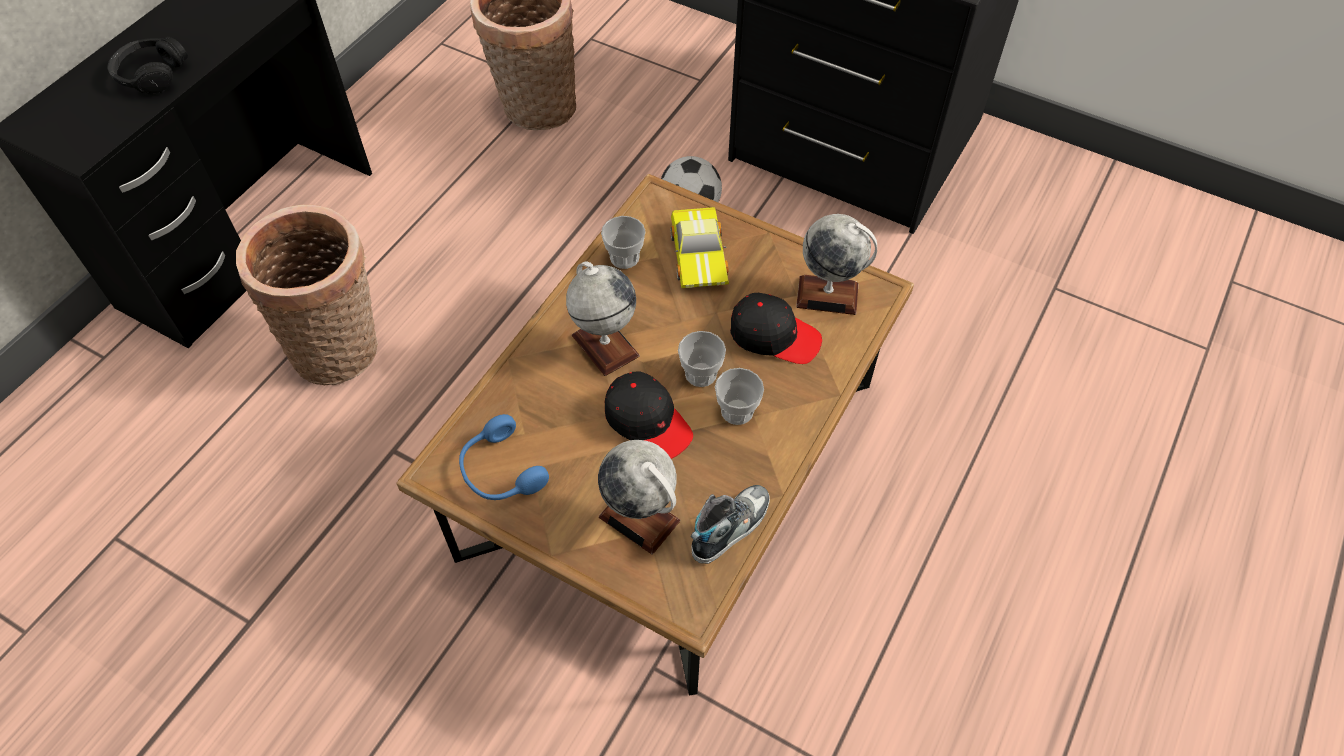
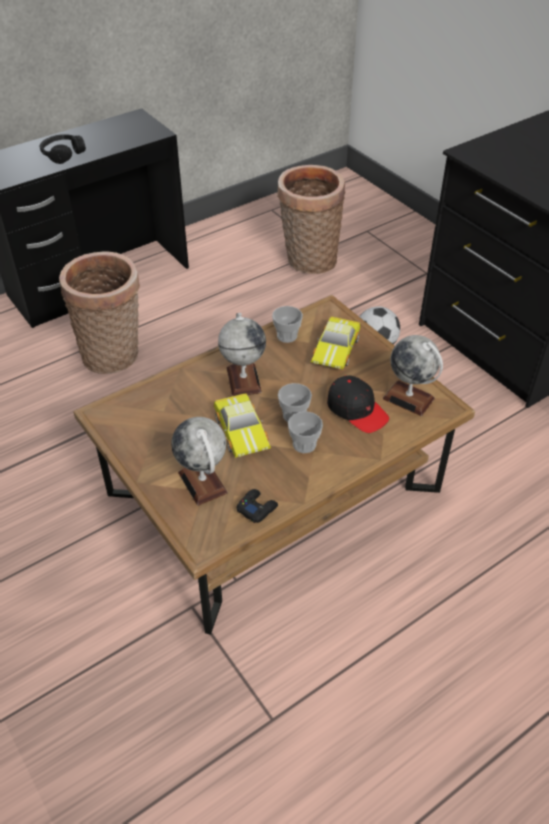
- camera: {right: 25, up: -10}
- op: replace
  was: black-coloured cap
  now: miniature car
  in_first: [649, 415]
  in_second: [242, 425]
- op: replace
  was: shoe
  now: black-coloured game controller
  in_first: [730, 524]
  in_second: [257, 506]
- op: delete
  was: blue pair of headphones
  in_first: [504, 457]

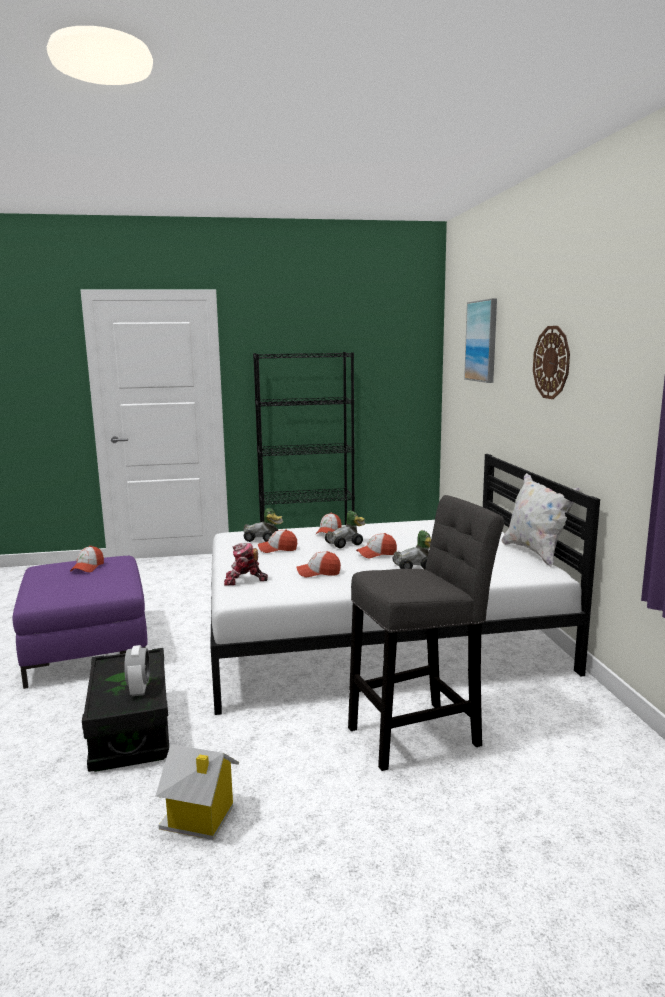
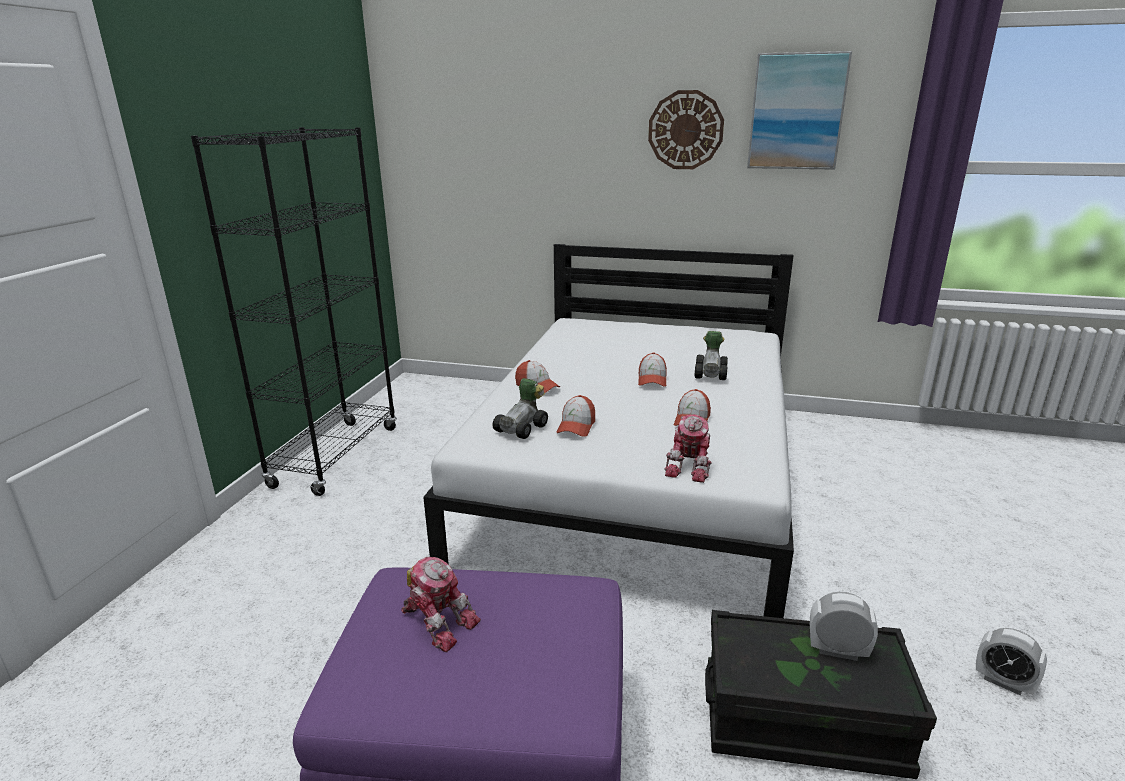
- camera: {right: -65, up: 10}
- op: replace
  was: cap
  now: toy robot
  in_first: [87, 559]
  in_second: [441, 604]
- op: move
  was: wall art
  in_first: [480, 340]
  in_second: [799, 110]
- op: replace
  was: toy house
  now: bedside clock
  in_first: [197, 792]
  in_second: [1011, 662]
- op: delete
  was: miniature car
  in_first: [345, 529]
- op: delete
  was: gray sitting stool
  in_first: [426, 633]
- op: delete
  was: white-coloured throw pillow
  in_first: [540, 520]

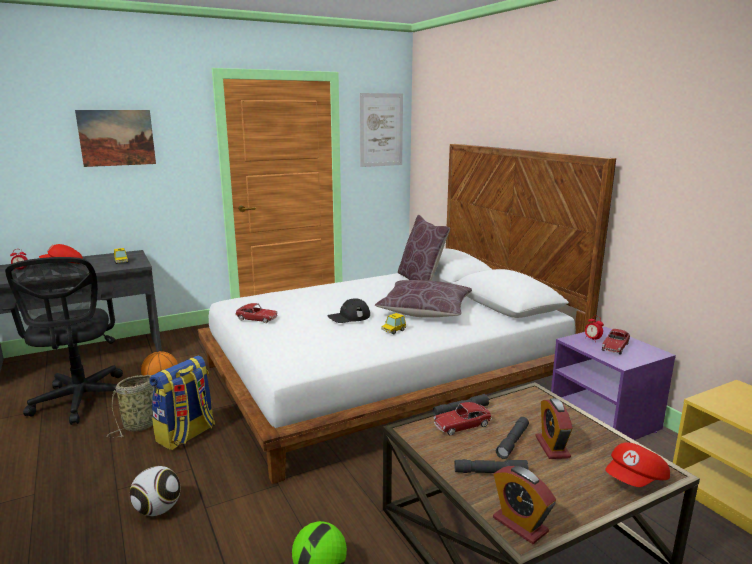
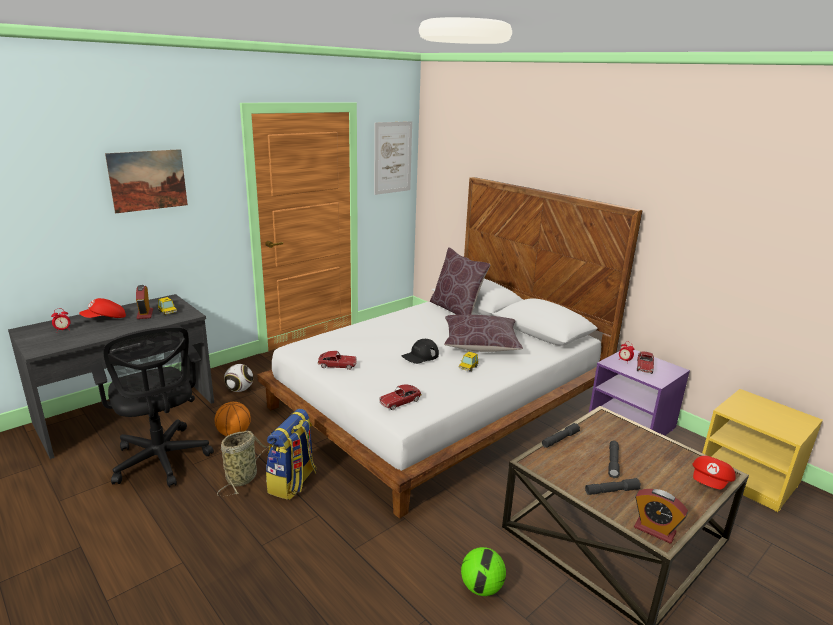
- camera: {right: -15, up: 5}
- op: move
  was: bedside clock
  in_first: [554, 428]
  in_second: [144, 302]
- op: move
  was: football
  in_first: [155, 491]
  in_second: [238, 378]
- op: move
  was: miniature car
  in_first: [463, 419]
  in_second: [400, 397]

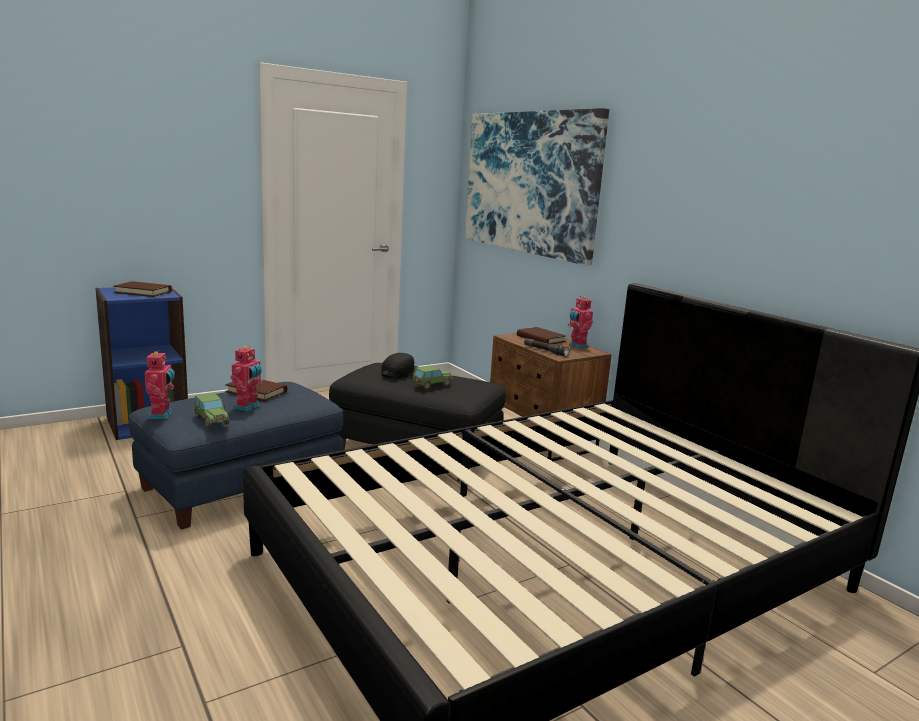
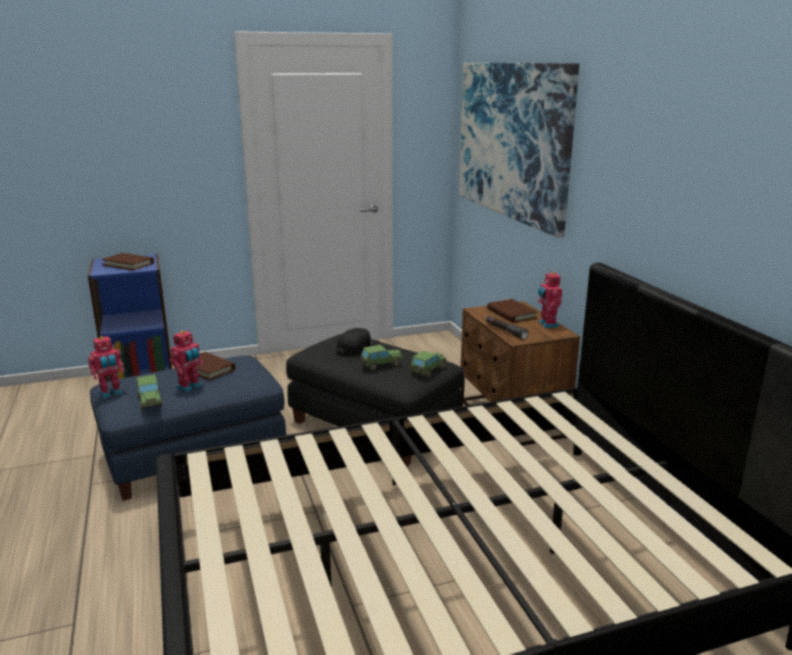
- camera: {right: 15, up: 5}
- op: rotate
  was: toy robot
  in_first: [160, 384]
  in_second: [106, 366]
  clockwise: 45
- op: insert
  now: miniature car
  in_second: [429, 364]

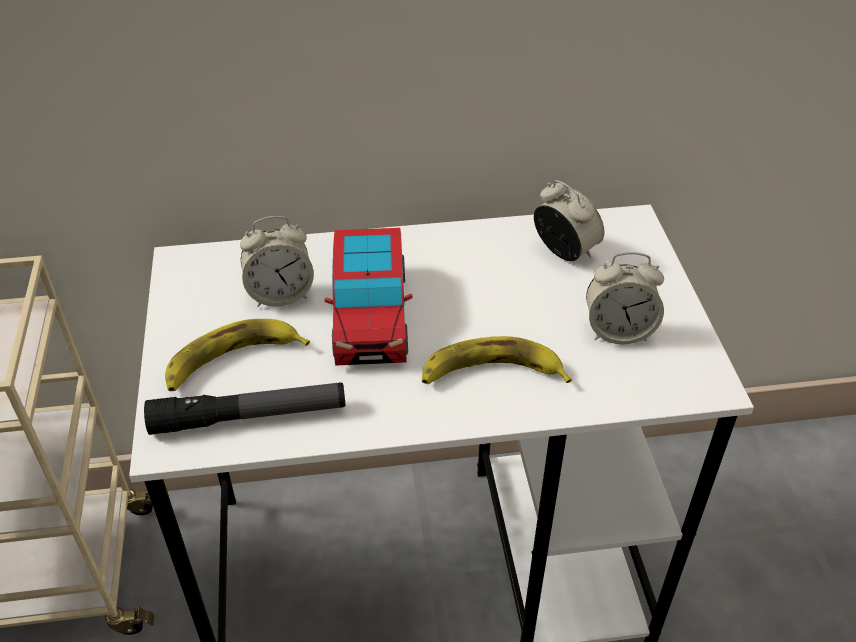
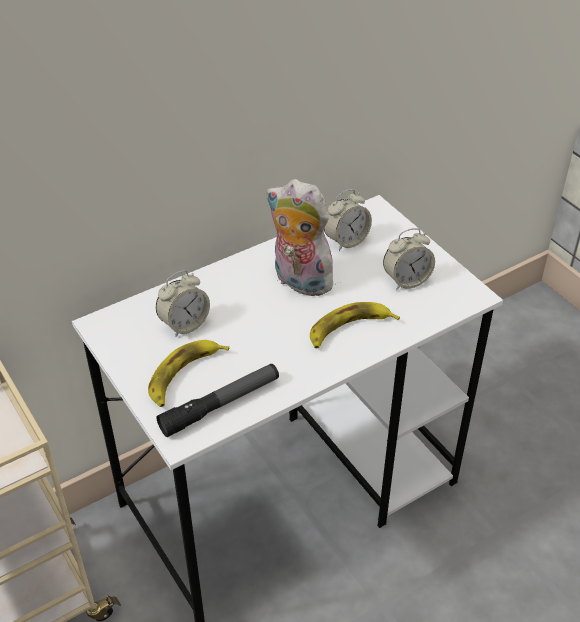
- camera: {right: -25, up: 0}
- op: insert
  now: soft toy
  in_second: [301, 237]
- op: rotate
  was: bedside clock
  in_first: [569, 220]
  in_second: [348, 220]
  clockwise: 120
- op: delete
  was: miniature car
  in_first: [368, 297]

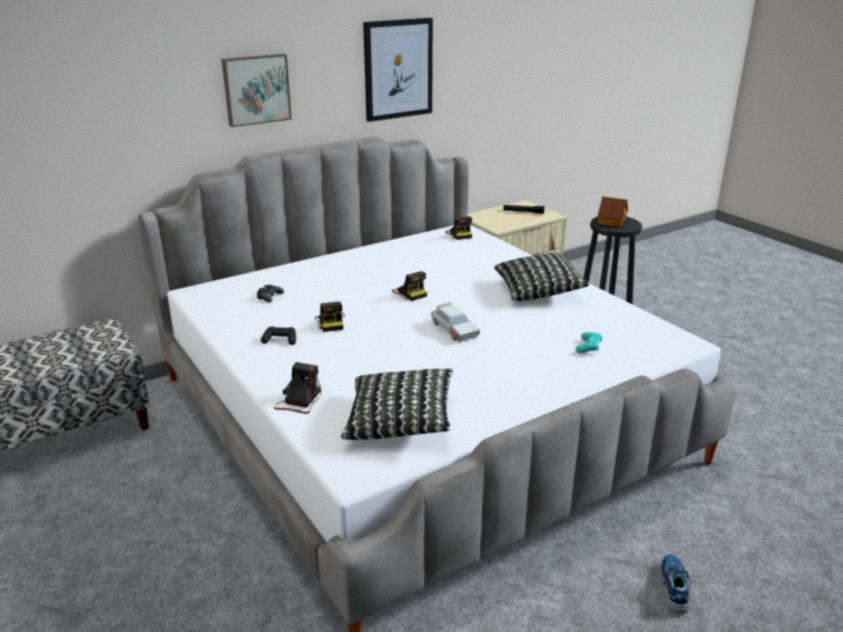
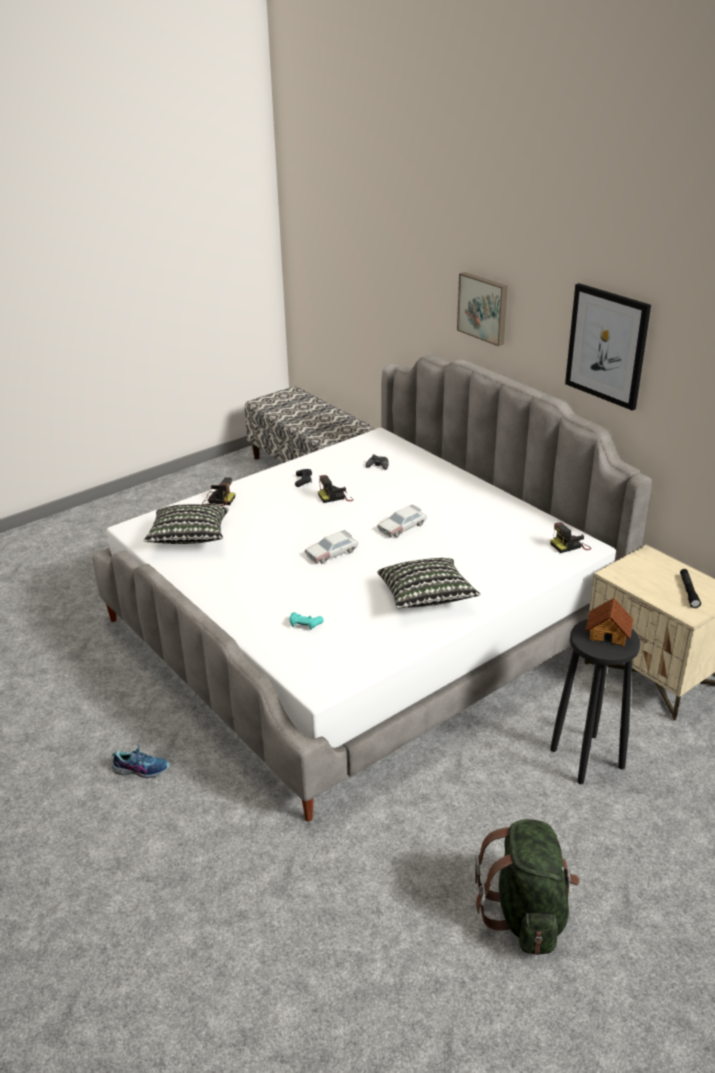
- camera: {right: 85, up: 5}
- op: replace
  was: photo camera
  now: miniature car
  in_first: [409, 286]
  in_second: [402, 521]
- op: insert
  now: greenish knapsack
  in_second: [527, 887]

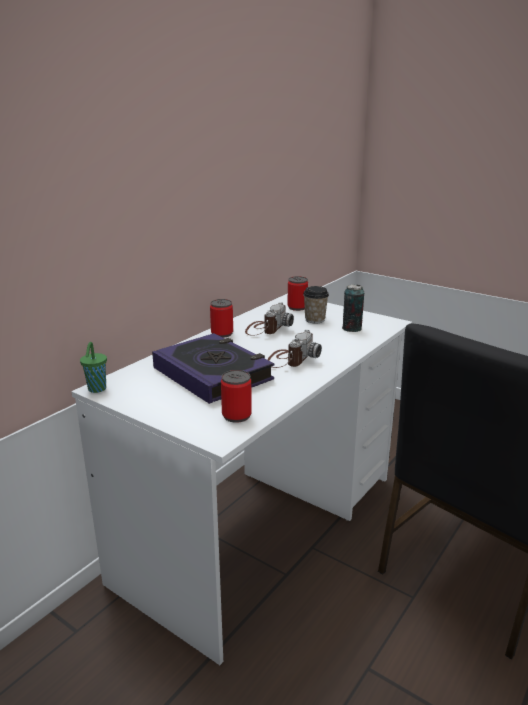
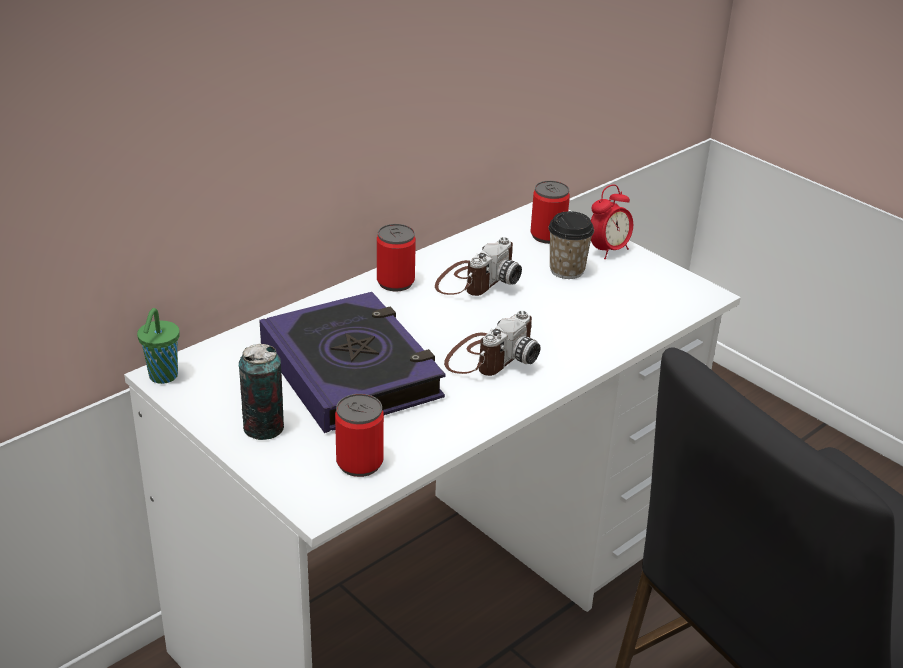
- camera: {right: 10, up: 10}
- op: move
  was: metal can
  in_first: [353, 308]
  in_second: [261, 392]
- op: insert
  now: bedside clock
  in_second: [612, 222]

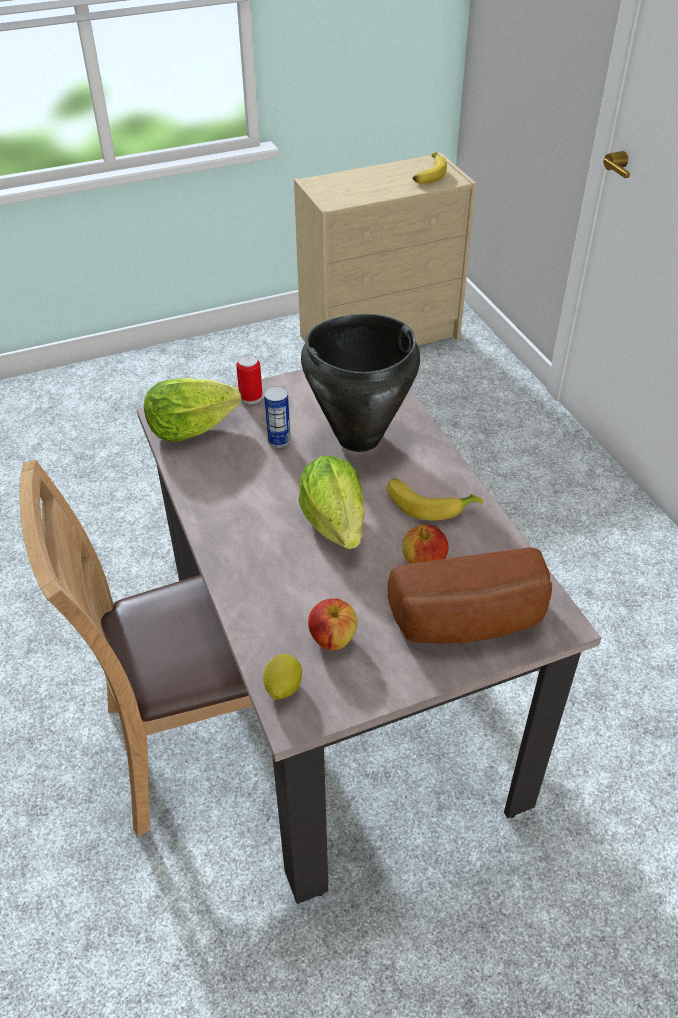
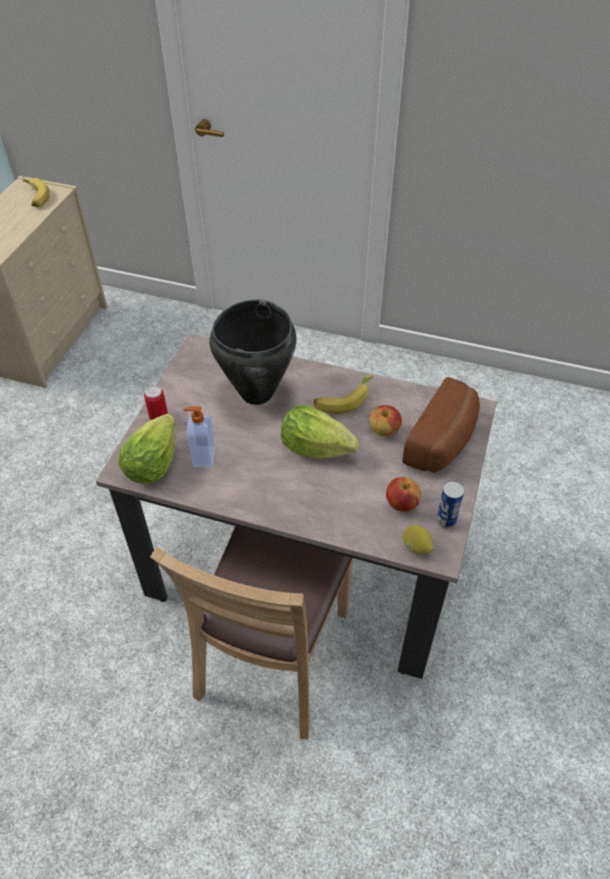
- camera: {right: -50, up: 5}
- op: insert
  now: soap dispenser
  in_second: [199, 437]
- op: move
  was: metal can
  in_first: [277, 417]
  in_second: [450, 504]

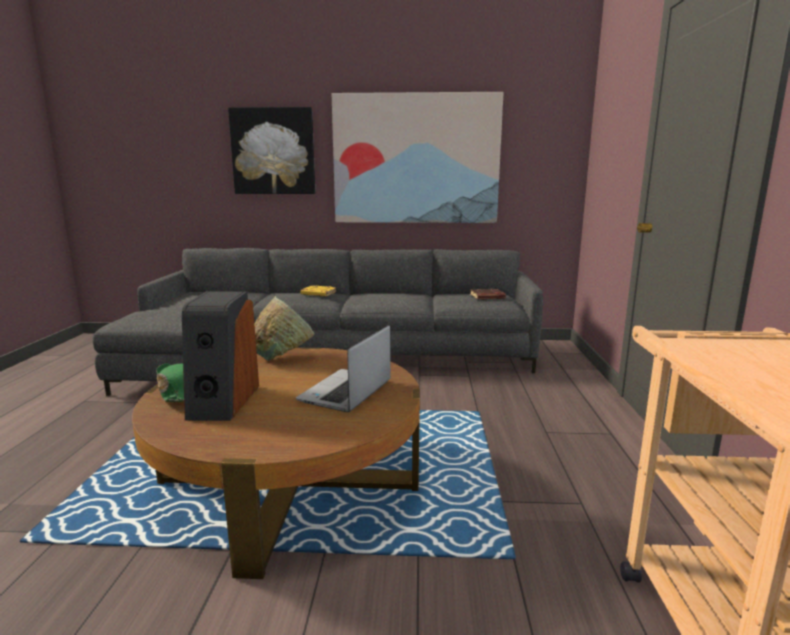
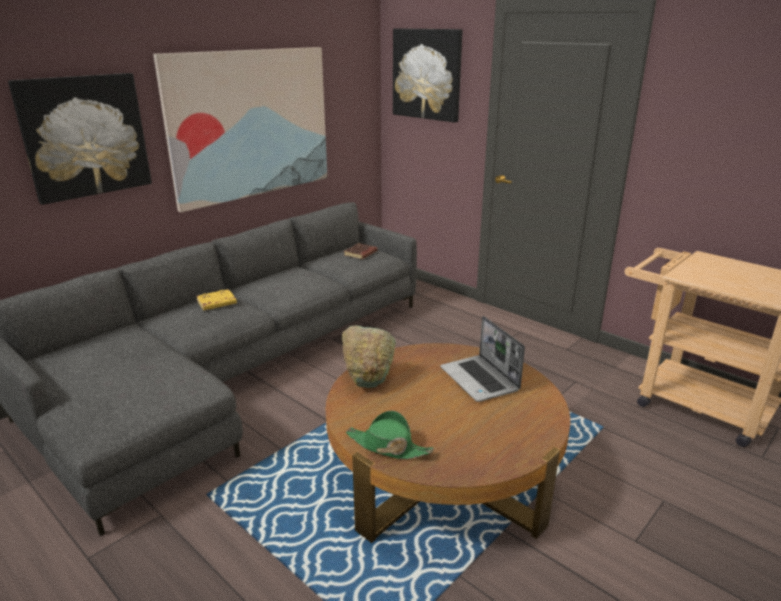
- camera: {right: -50, up: 10}
- op: insert
  now: wall art
  in_second: [427, 75]
- op: delete
  was: audio speaker
  in_first: [220, 356]

